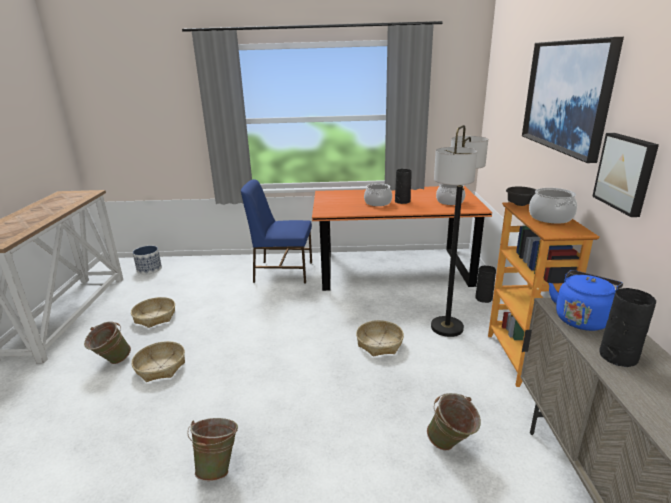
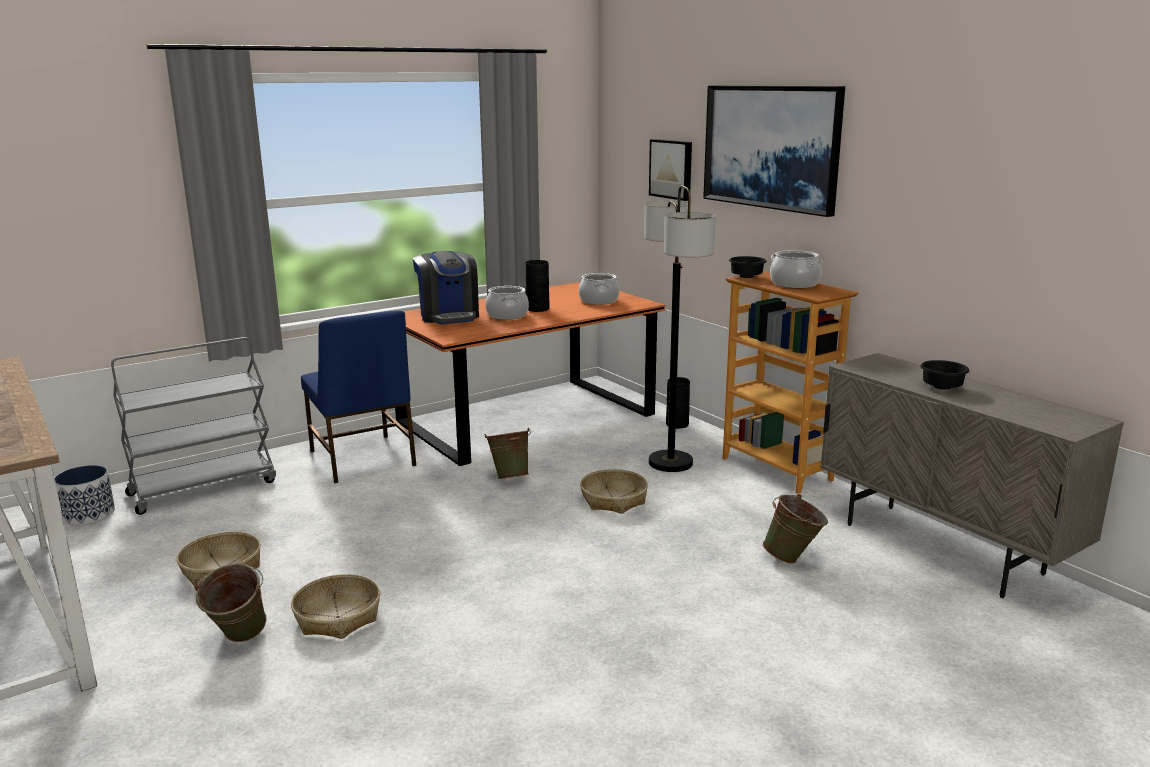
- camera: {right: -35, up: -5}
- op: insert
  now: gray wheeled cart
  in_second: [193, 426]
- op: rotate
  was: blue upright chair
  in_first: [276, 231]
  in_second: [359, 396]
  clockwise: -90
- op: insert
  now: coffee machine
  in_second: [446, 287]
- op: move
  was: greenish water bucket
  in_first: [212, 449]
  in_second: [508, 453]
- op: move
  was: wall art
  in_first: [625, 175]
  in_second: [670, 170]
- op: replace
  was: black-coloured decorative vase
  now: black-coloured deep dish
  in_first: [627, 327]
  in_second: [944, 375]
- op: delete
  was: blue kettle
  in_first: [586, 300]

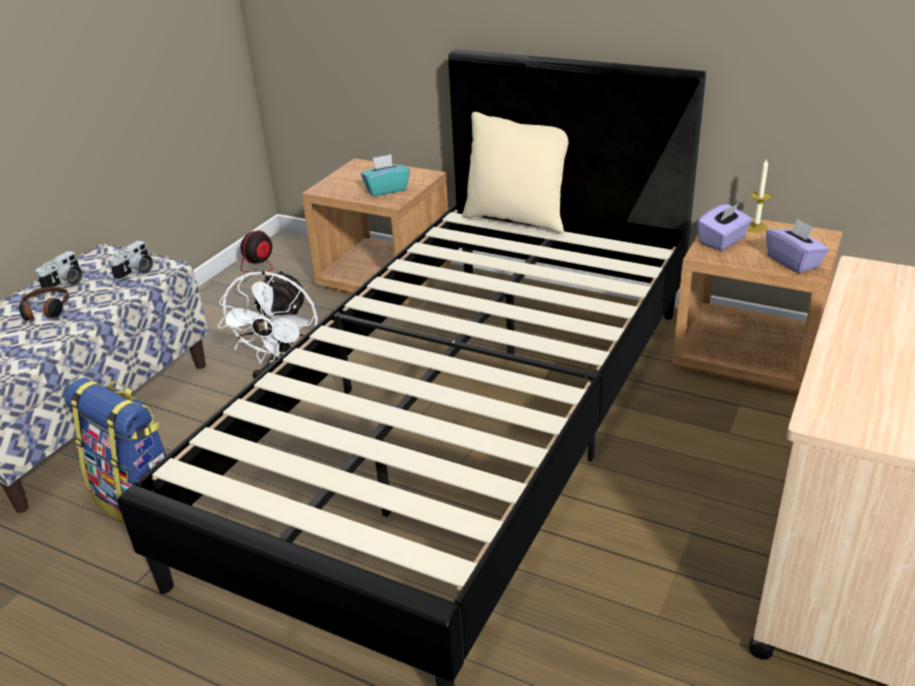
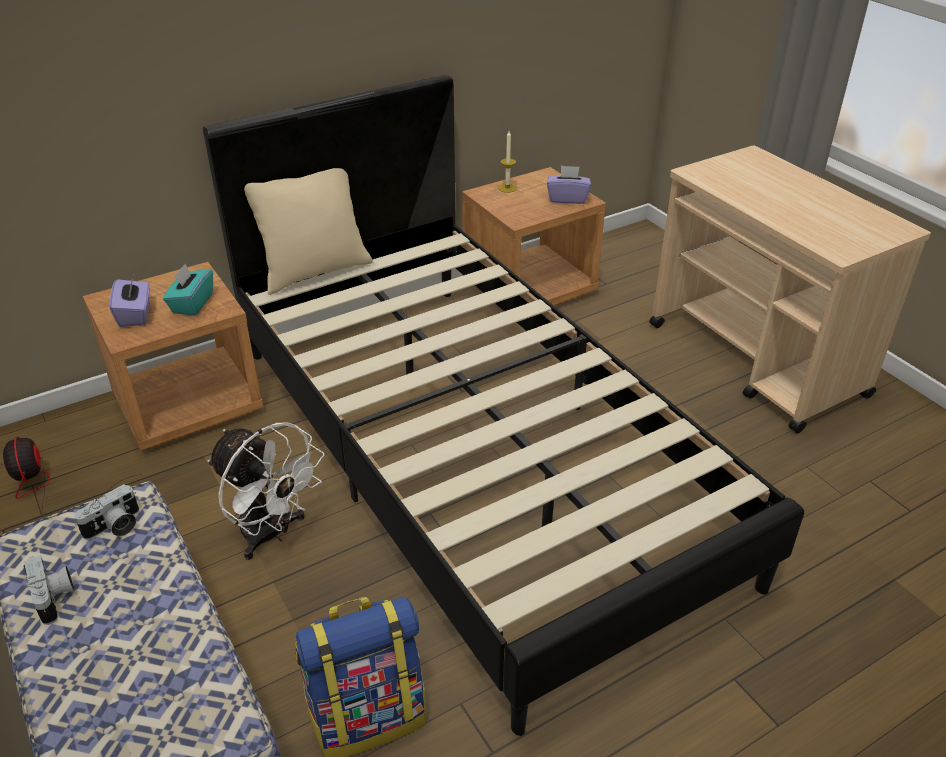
- camera: {right: -60, up: 5}
- op: rotate
  was: photo camera
  in_first: [131, 260]
  in_second: [106, 512]
  clockwise: 75
- op: move
  was: purplish box of tissues
  in_first: [724, 227]
  in_second: [130, 301]
- op: delete
  was: pair of headphones
  in_first: [44, 304]

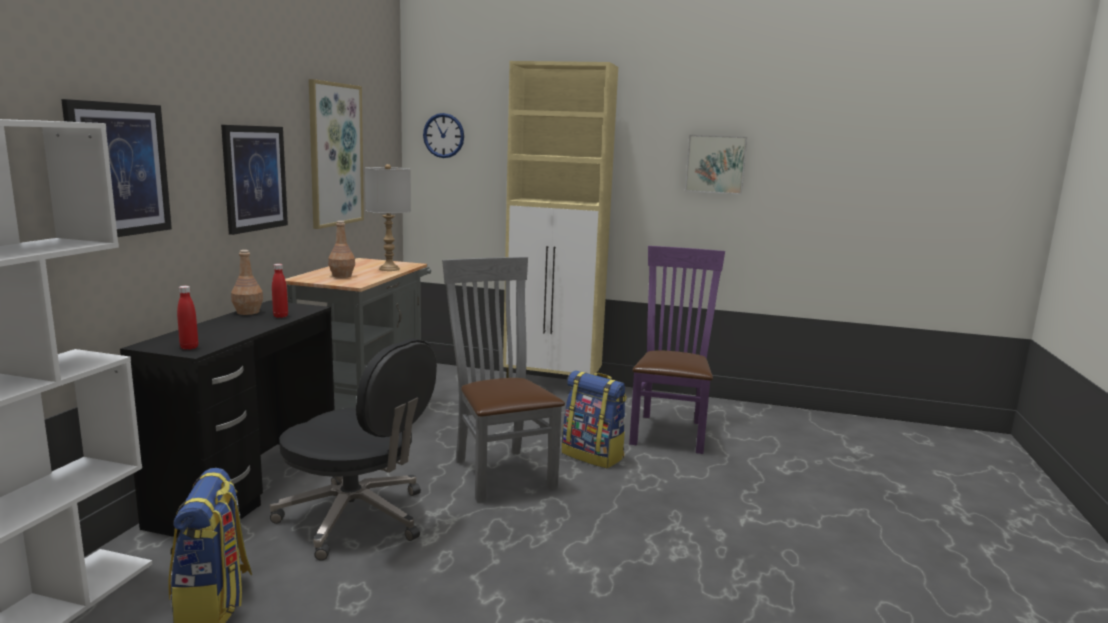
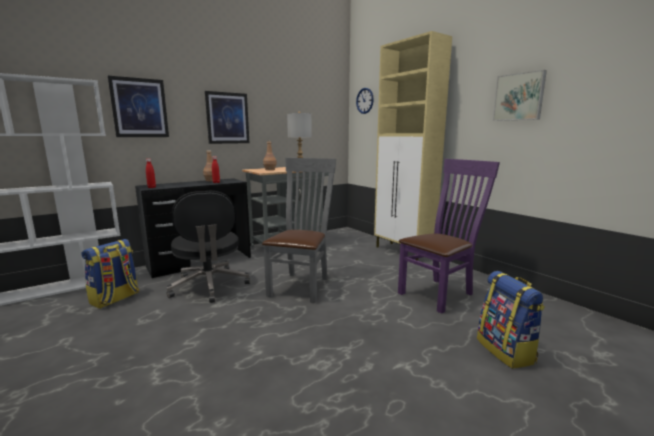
- camera: {right: 40, up: 0}
- op: move
  was: knapsack
  in_first: [594, 420]
  in_second: [511, 320]
- op: delete
  was: wall art
  in_first: [336, 154]

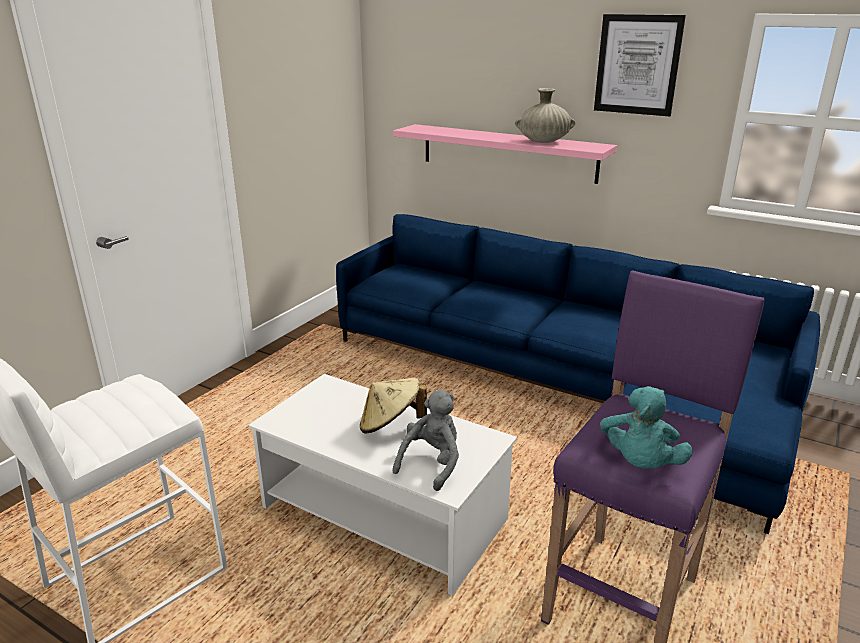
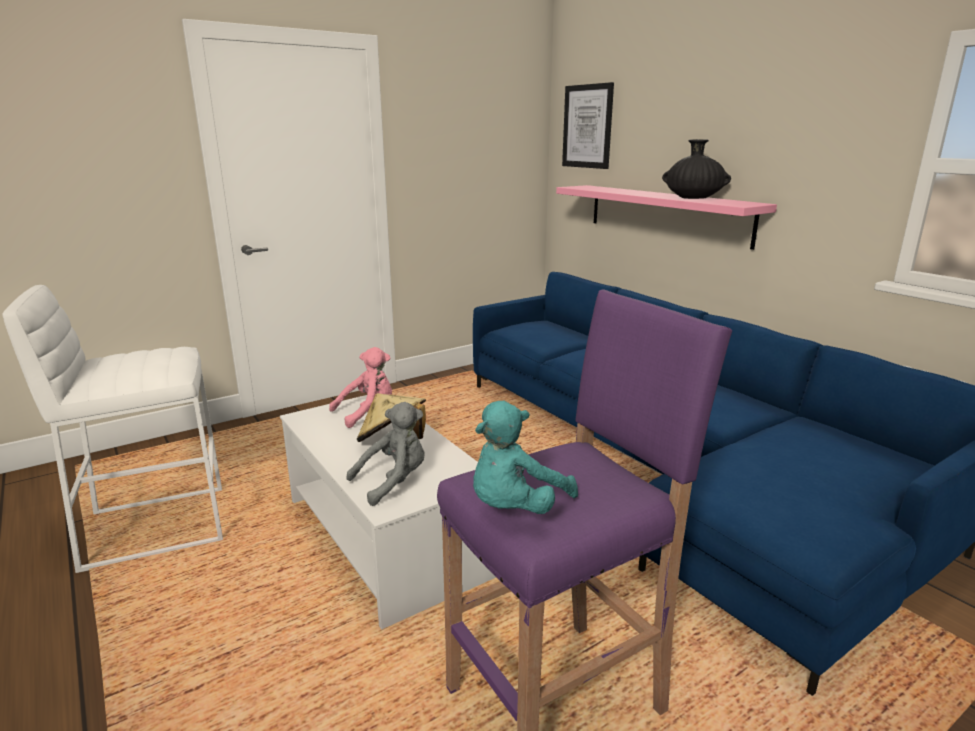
- camera: {right: 25, up: -5}
- op: insert
  now: pink soft toy
  in_second: [360, 387]
- op: move
  was: wall art
  in_first: [640, 65]
  in_second: [588, 125]
- op: recolor
  was: sand-coloured decorative vase
  now: black-coloured decorative vase
  in_first: [545, 115]
  in_second: [696, 169]

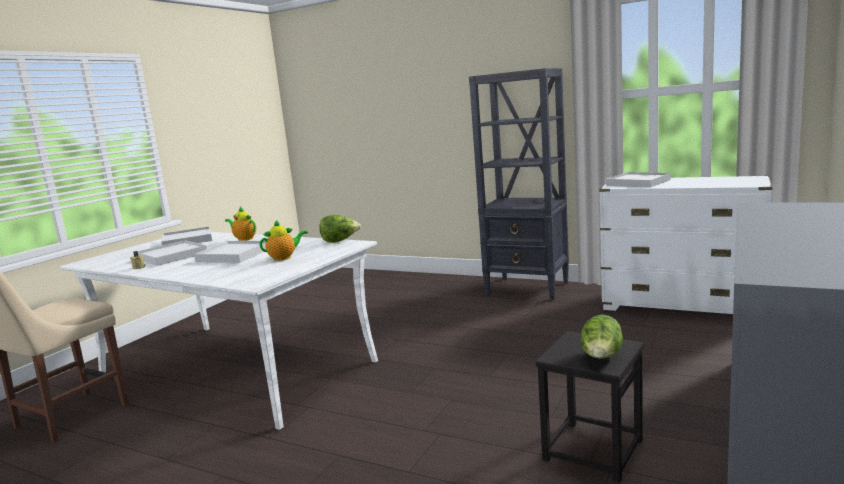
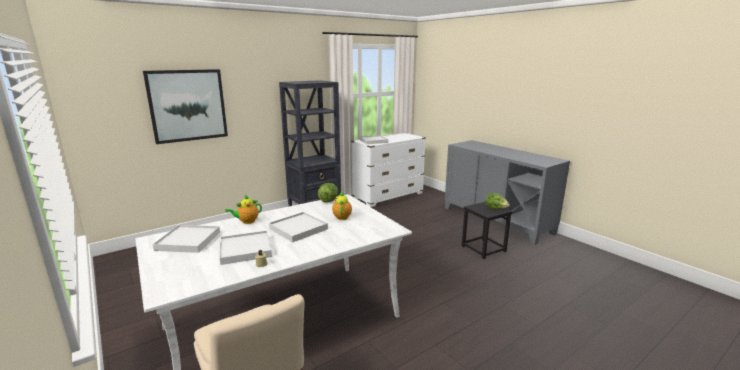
- camera: {right: -65, up: 5}
- op: insert
  now: wall art
  in_second: [185, 106]

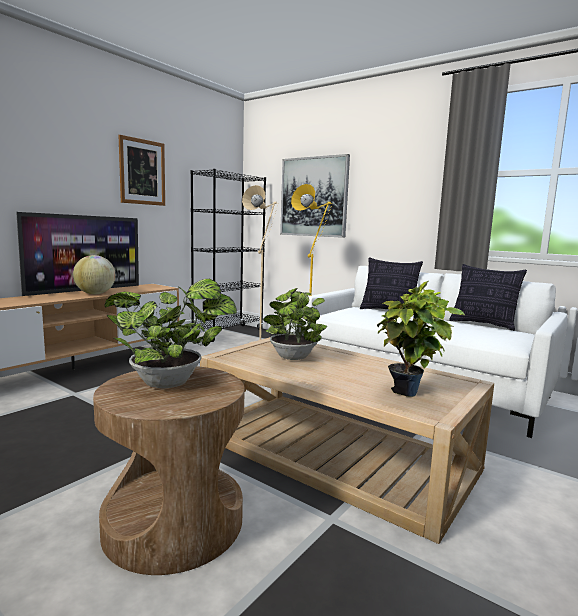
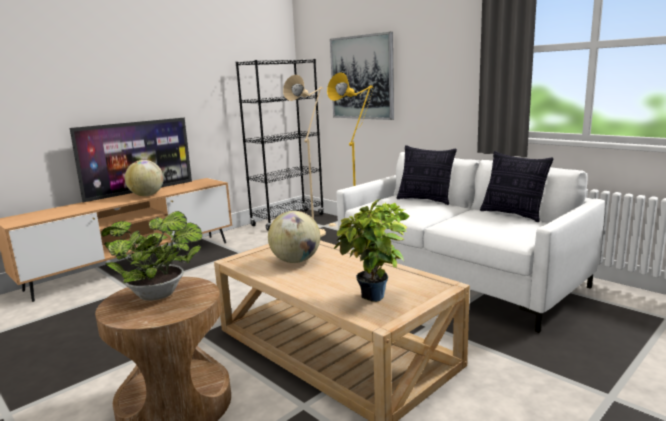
- camera: {right: 10, up: 5}
- op: replace
  was: potted plant
  now: world globe
  in_first: [295, 324]
  in_second: [294, 237]
- op: delete
  was: wall art
  in_first: [141, 170]

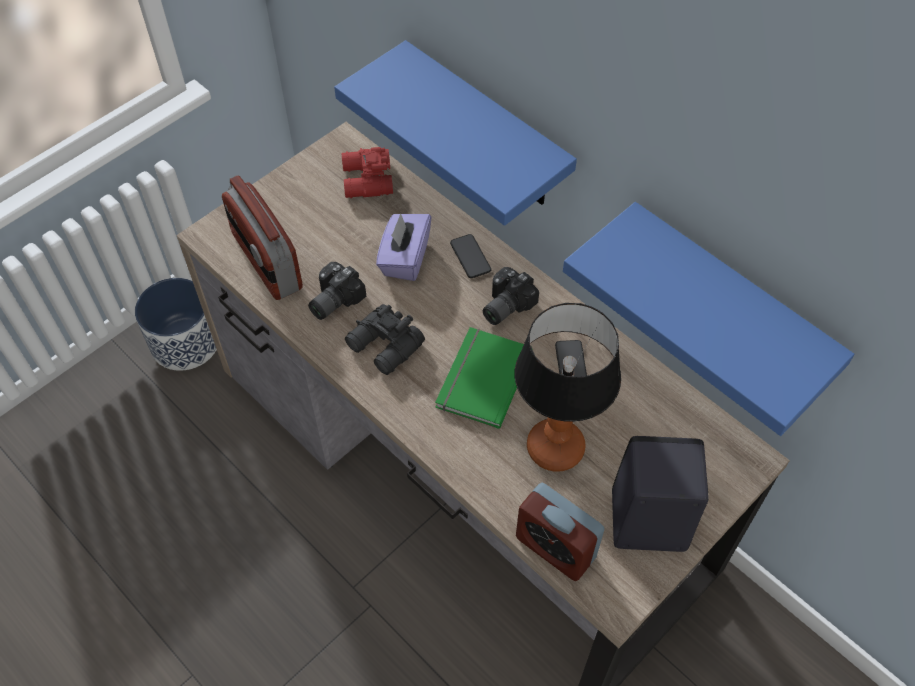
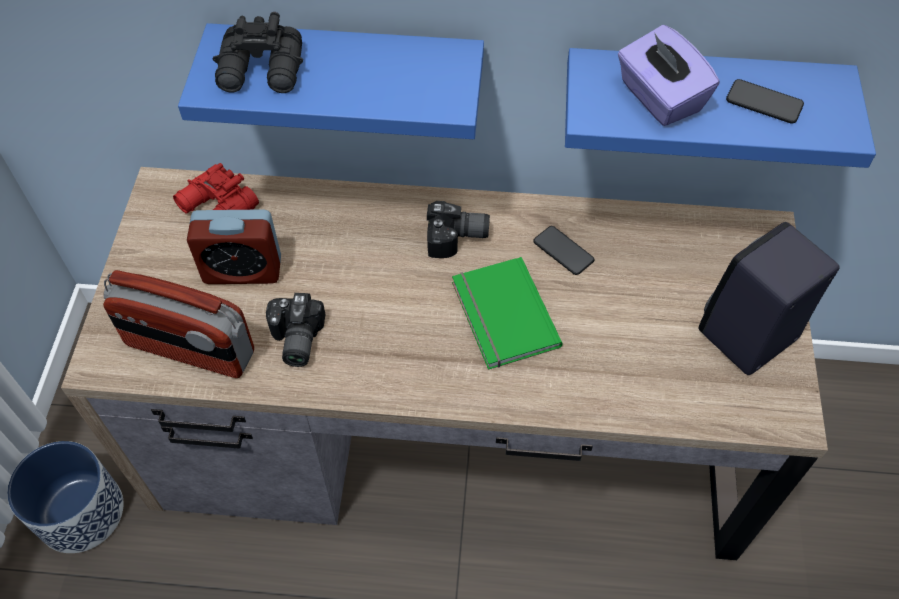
- camera: {right: -40, up: 0}
- op: move
  was: bedside clock
  in_first: [560, 532]
  in_second: [234, 246]
- op: move
  was: black-coloured field glasses
  in_first: [385, 339]
  in_second: [258, 52]
- op: rotate
  was: photo camera
  in_first: [511, 296]
  in_second: [458, 229]
  clockwise: -90
- op: move
  was: purplish box of tissues
  in_first: [403, 247]
  in_second: [669, 75]
- op: move
  was: phone
  in_first: [470, 256]
  in_second: [765, 101]
- op: delete
  was: tabletop lamp
  in_first: [568, 387]

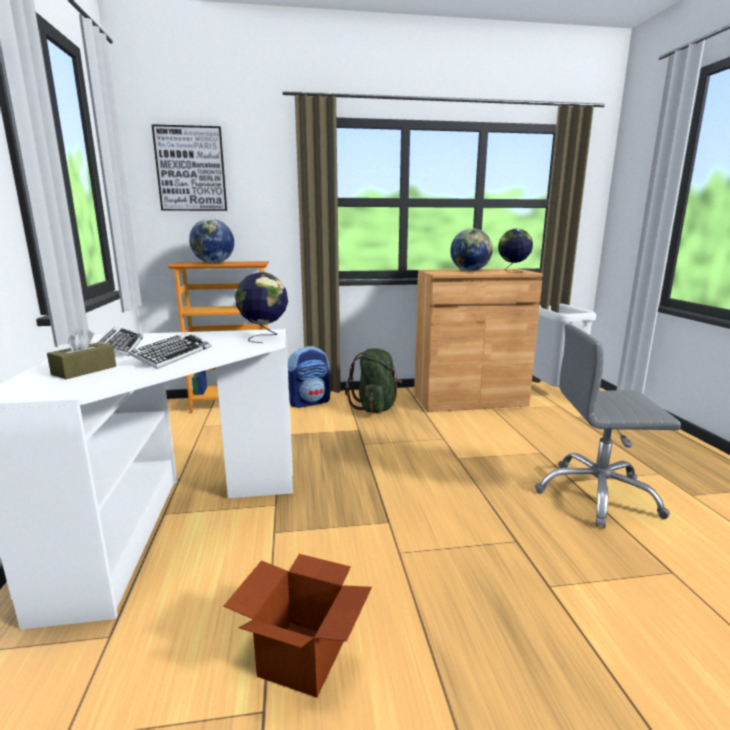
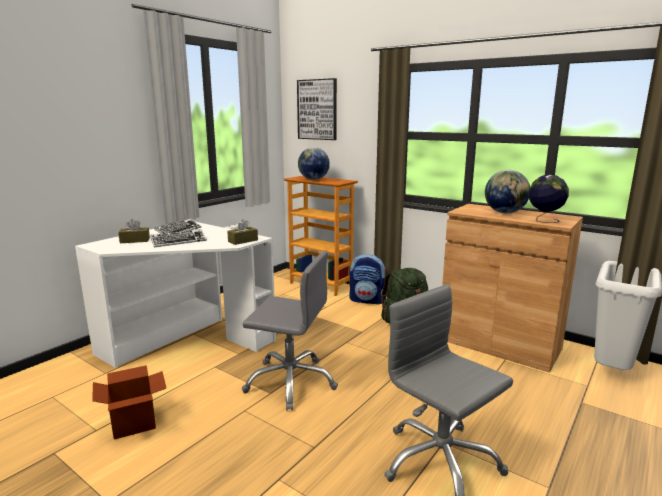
- camera: {right: 45, up: 0}
- op: replace
  was: world globe
  now: brownish box of tissues
  in_first: [261, 307]
  in_second: [242, 232]
- op: insert
  now: gray office chair
  in_second: [290, 331]

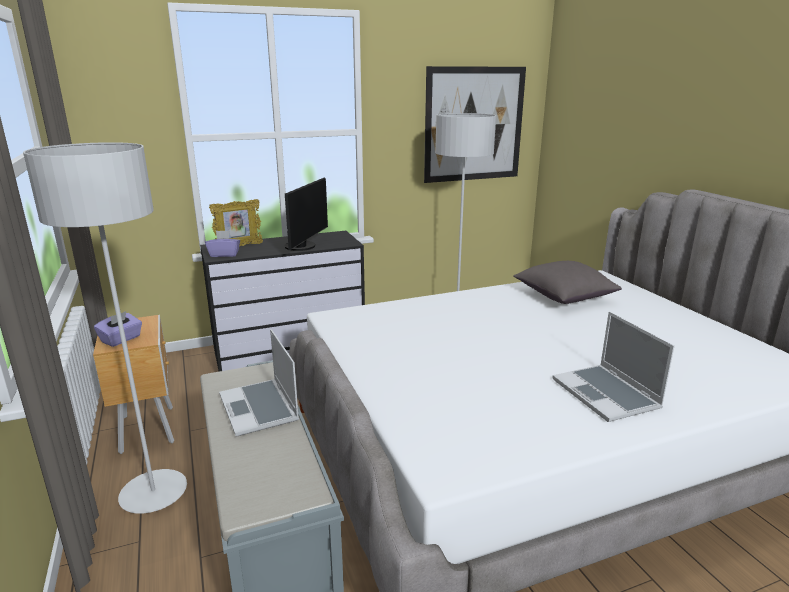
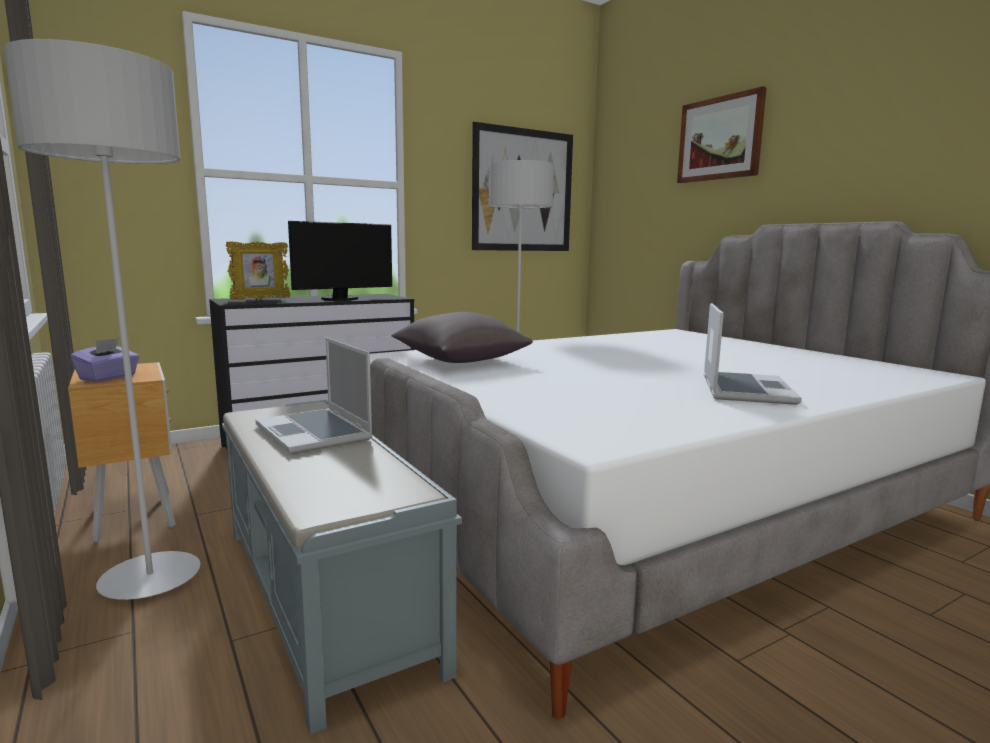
- camera: {right: -10, up: -10}
- op: rotate
  was: monitor
  in_first: [306, 214]
  in_second: [340, 261]
  clockwise: 45
- op: move
  was: gray throw pillow
  in_first: [567, 282]
  in_second: [462, 337]
- op: insert
  now: wall art
  in_second: [722, 134]
- op: rotate
  was: notebook computer
  in_first: [614, 366]
  in_second: [753, 354]
  clockwise: -135
- op: delete
  was: purplish box of tissues
  in_first: [222, 243]

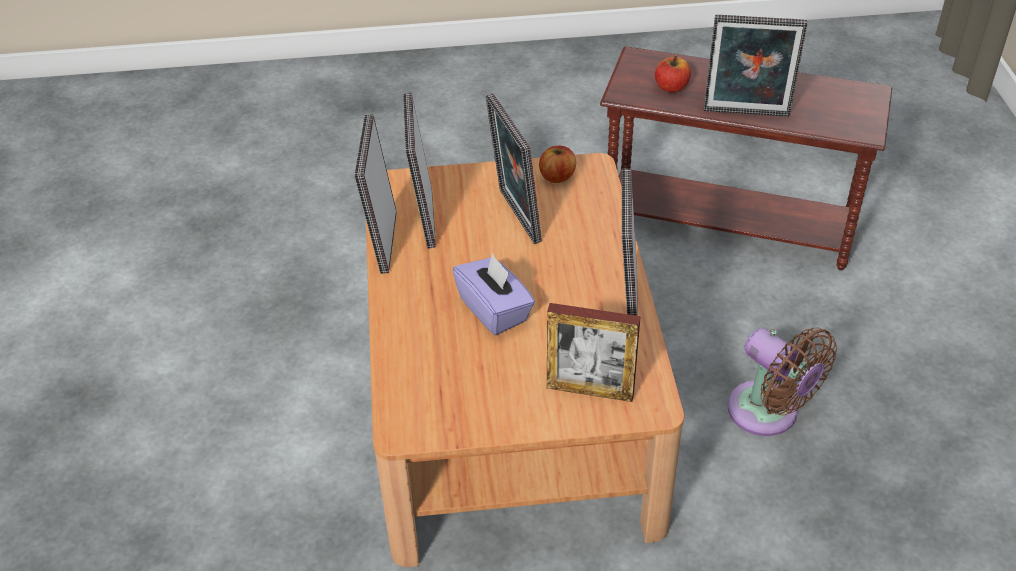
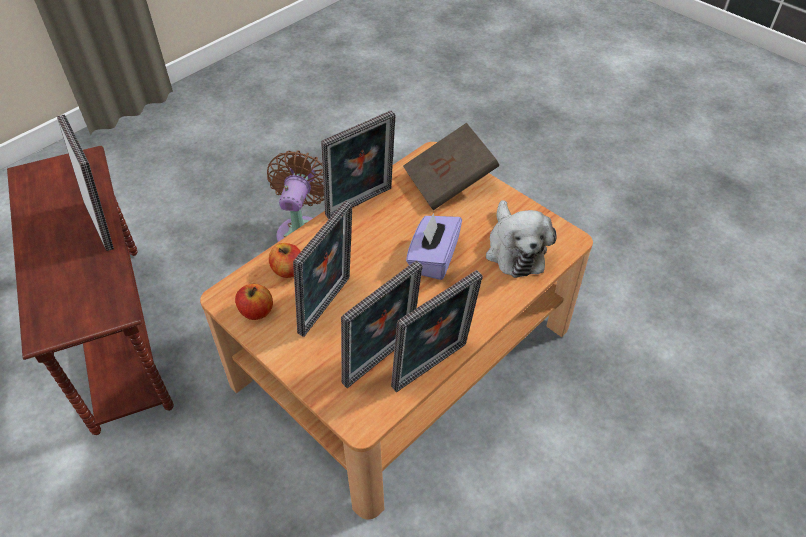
- camera: {right: -130, up: 5}
- op: move
  was: apple fruit
  in_first: [673, 74]
  in_second: [285, 260]
- op: replace
  was: standing frame
  now: brownish book
  in_first: [594, 352]
  in_second: [451, 166]
- op: insert
  now: soft toy
  in_second: [521, 239]

